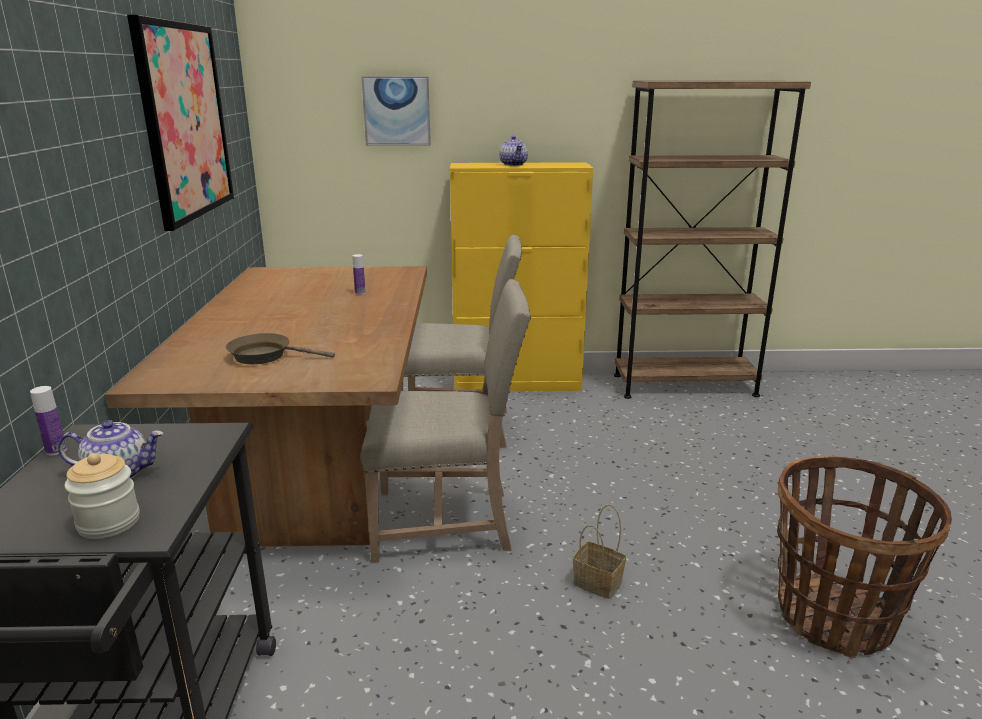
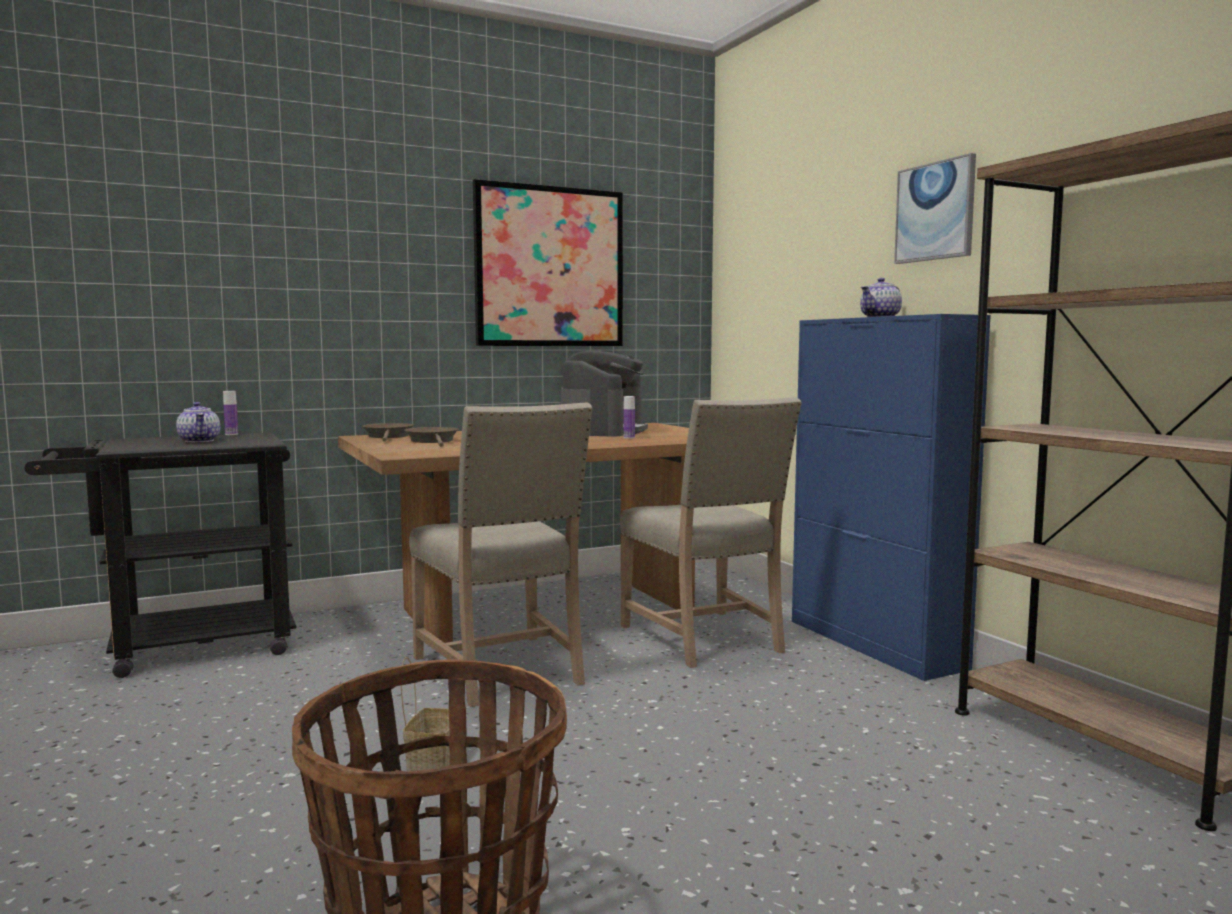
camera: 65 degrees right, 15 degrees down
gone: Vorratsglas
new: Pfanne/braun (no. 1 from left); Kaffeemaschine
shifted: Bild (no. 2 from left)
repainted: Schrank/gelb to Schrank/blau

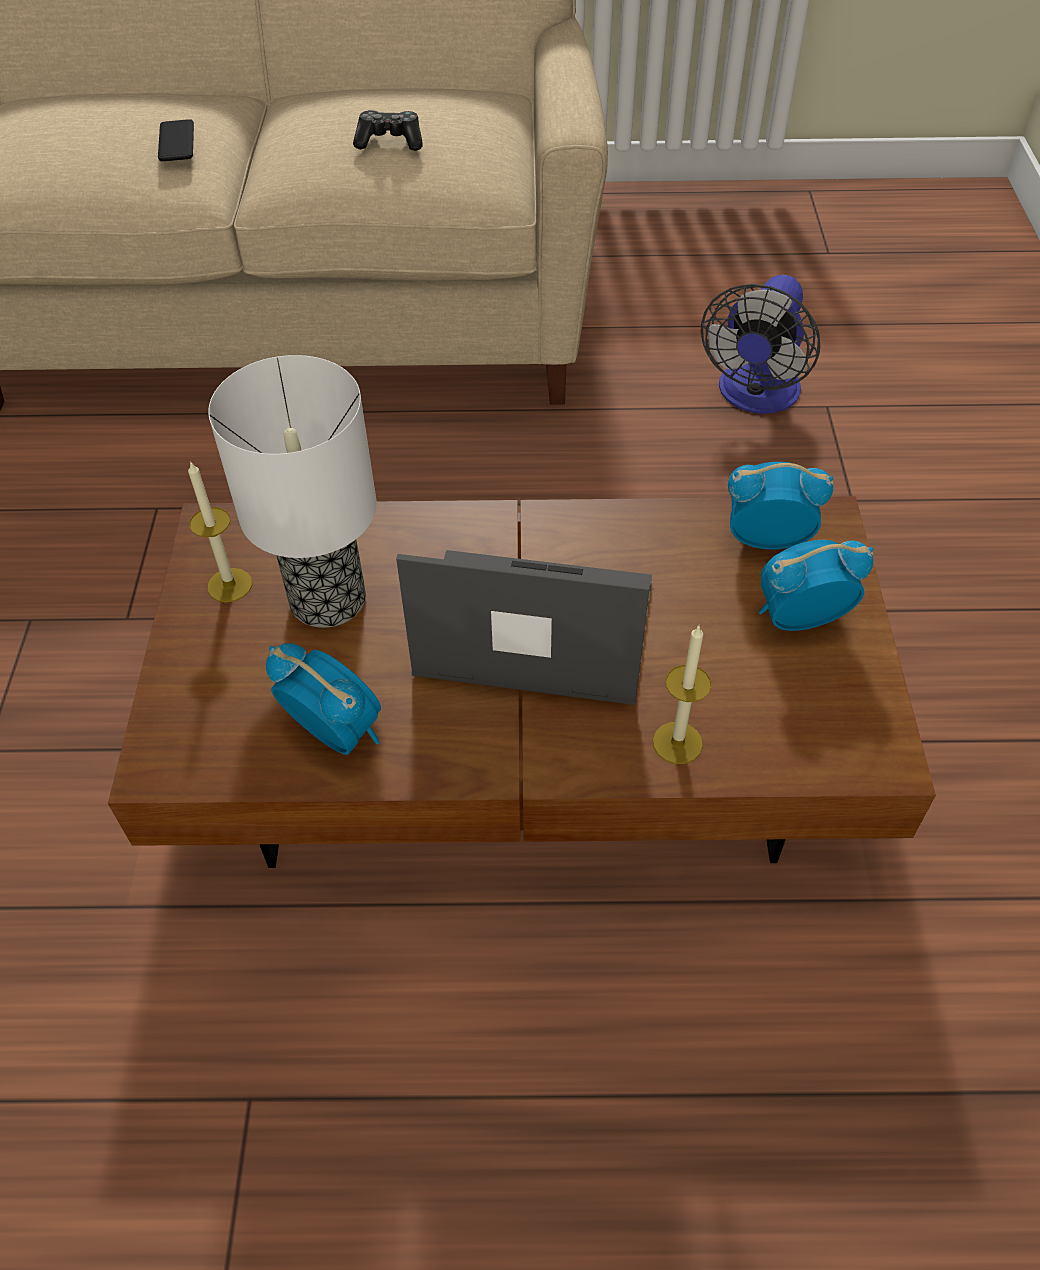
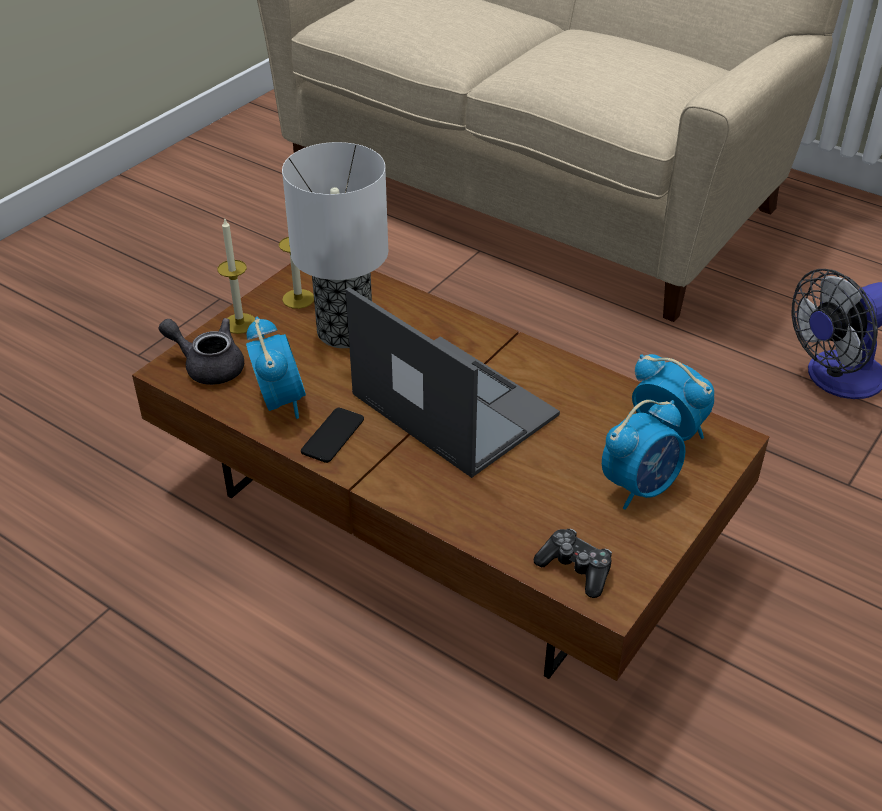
camera: 35 degrees right, 10 degrees down
new: Teekanne/grau
shifted: Kerze (no. 2 from left in the first image) to Kerze (no. 1 from left); Handy; Gamepad
rotated: Wecker (no. 3 from left in the first image) 120 degrees clockwise

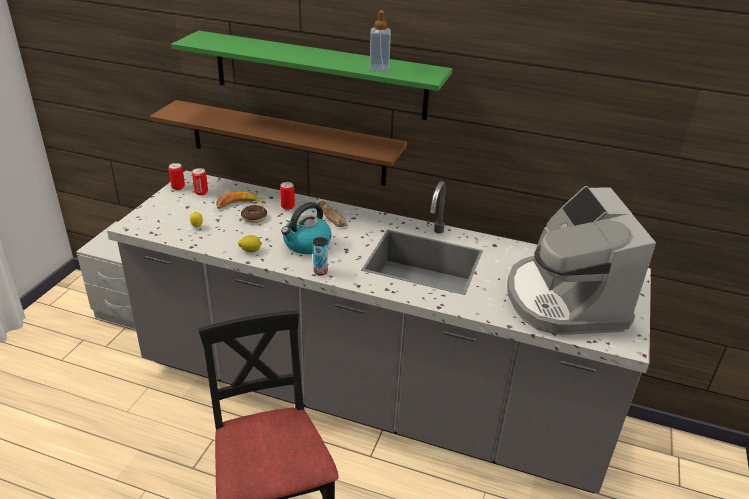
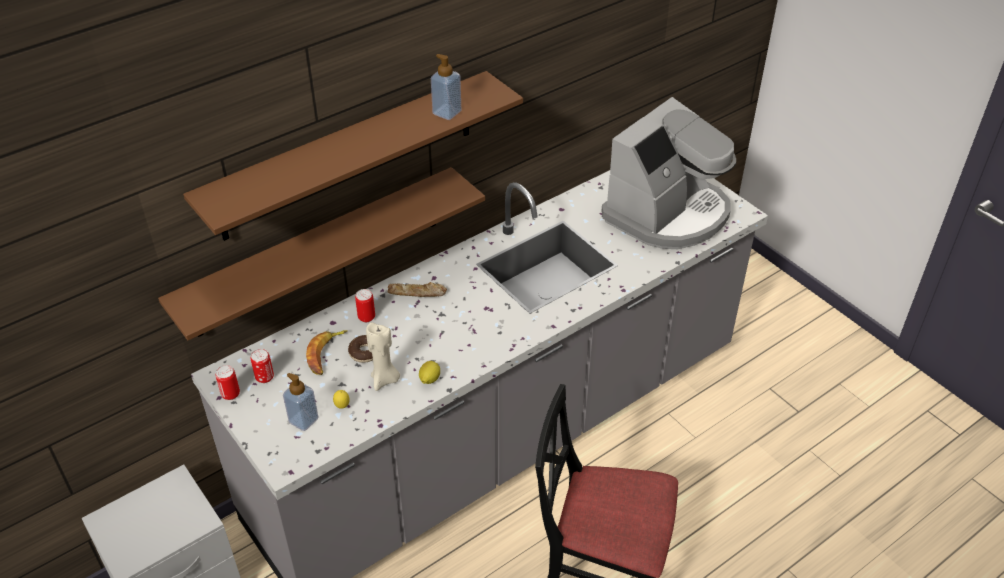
camera: 55 degrees left, 10 degrees up
gone: Wasserkessel; Dose (no. 4 from left)
new: Seifenspender (no. 1 from left); Kerze/beige
repainted: Wandregal/grün to Wandregal/braun (no. 2 from left)
rotated: Kaffeemaschine 75 degrees counterclockwise

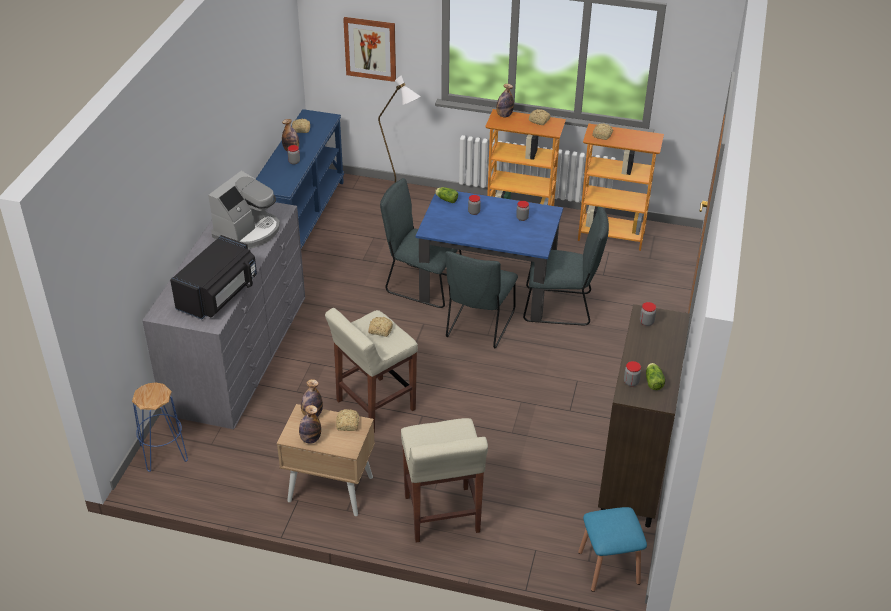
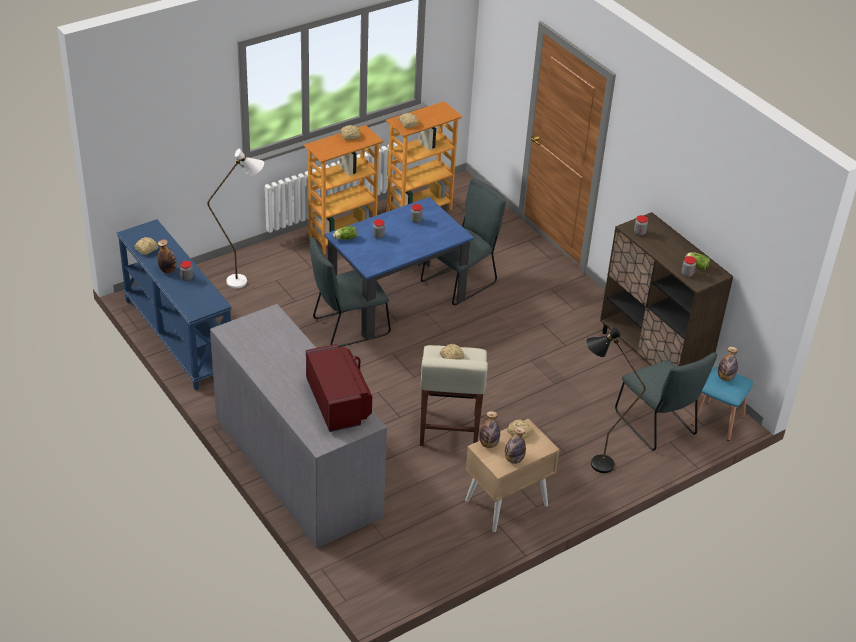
camera: 50 degrees left, 0 degrees up
gone: Hocker/blau (no. 1 from left); Kaffeemaschine; Bild
shifted: Stuhl/grau (no. 2 from left in the first image) to Stuhl/grau (no. 3 from left); Flasche (no. 4 from left)
swapped: Hocker/beige (no. 2 from left) to Stehlampe/schwarz
repainted: Mikrowelle/schwarz to Mikrowelle/rot

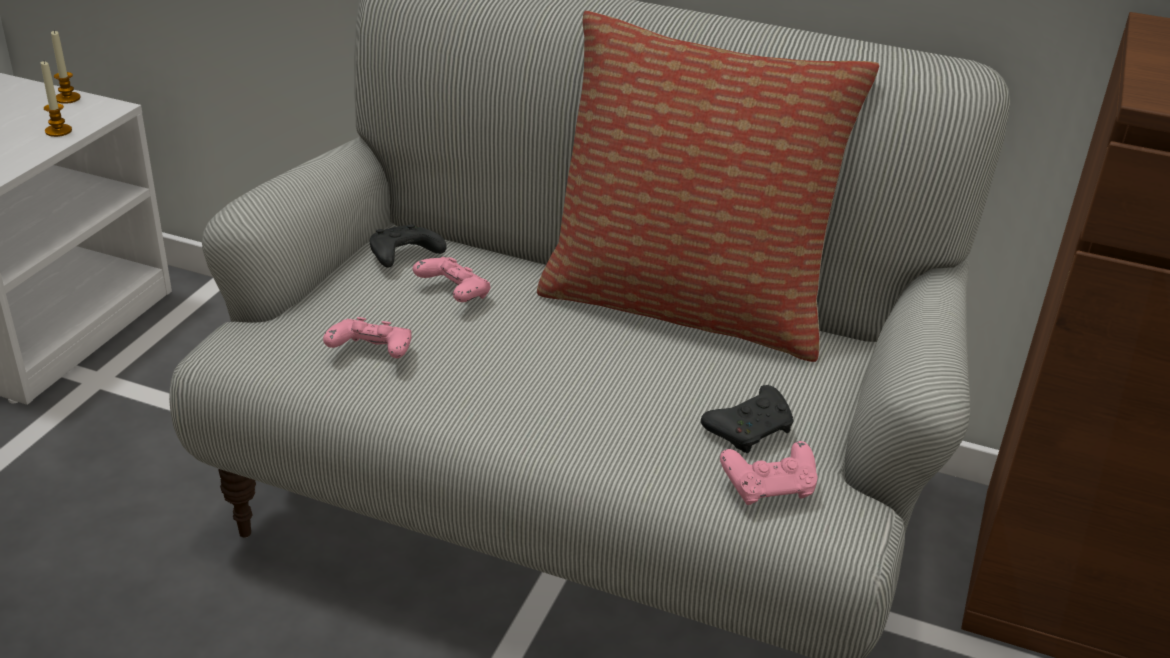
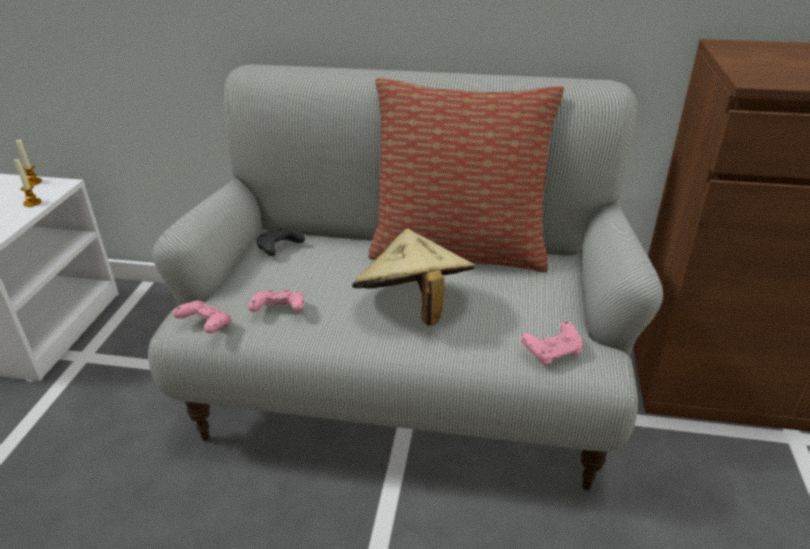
camera: 10 degrees left, 0 degrees up
gone: Gamepad/schwarz (no. 2 from left)
new: Hut/beige
shifted: Gamepad/rosa (no. 2 from left in the first image) to Gamepad/rosa (no. 1 from left)

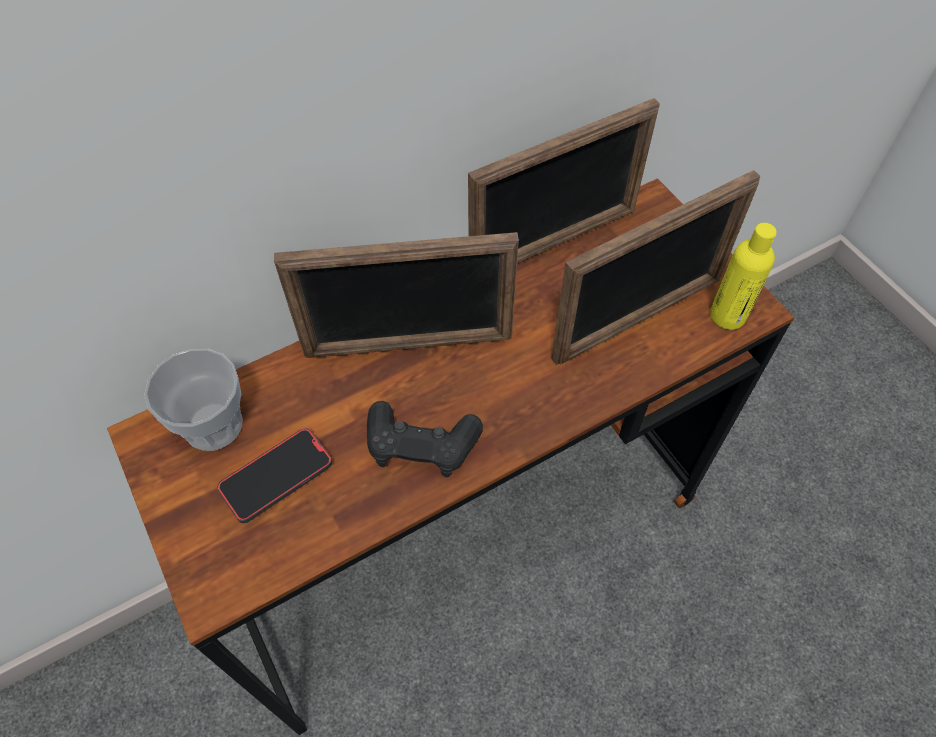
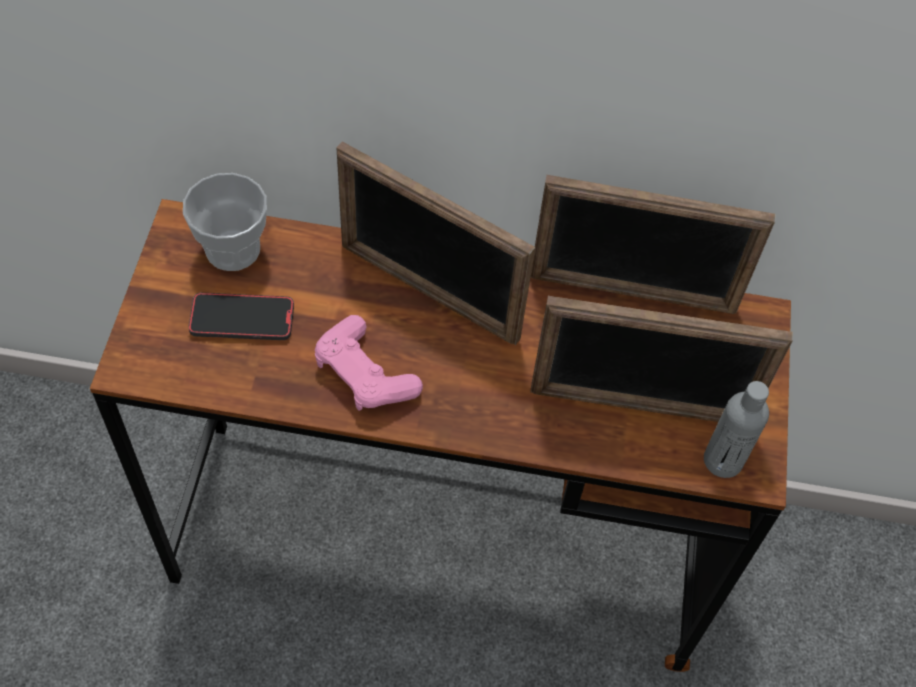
camera: 35 degrees right, 0 degrees up
repainted: Gamepad/schwarz to Gamepad/rosa; Flasche/gelb to Flasche/grau

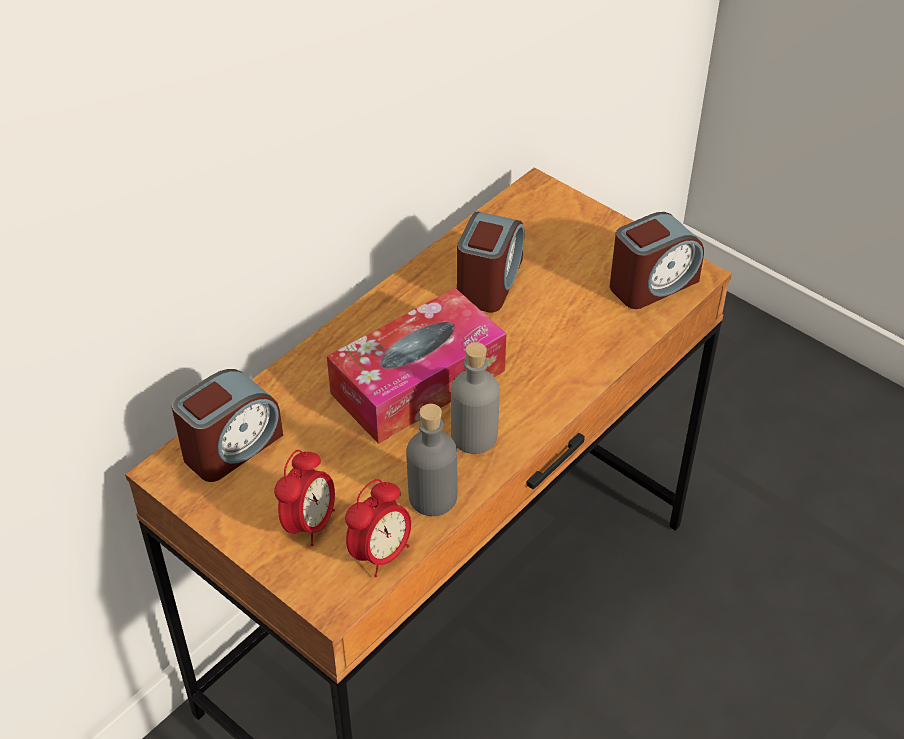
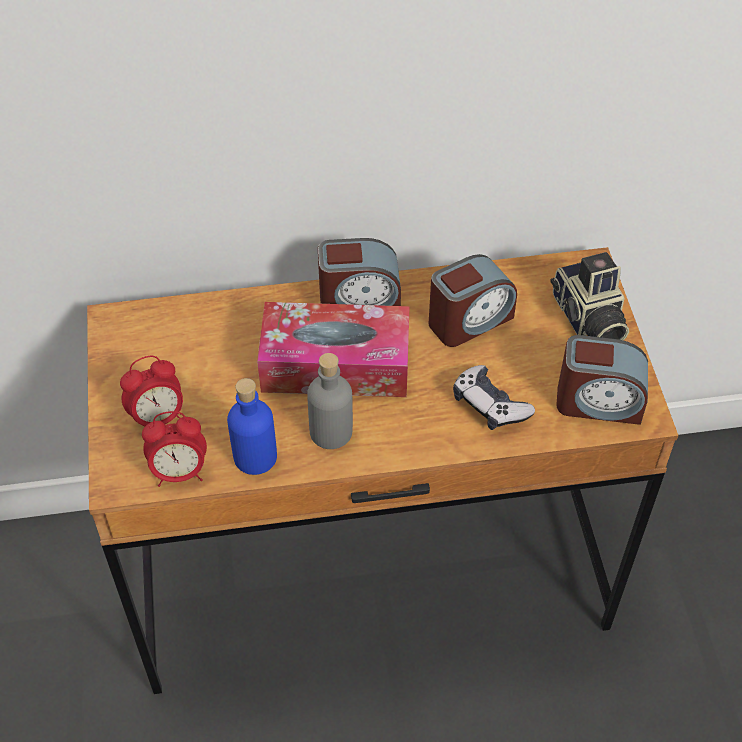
camera: 40 degrees right, 5 degrees up
new: Gamepad; Kamera
shifted: Wecker (no. 1 from left in the first image) to Wecker (no. 3 from left)
repainted: Flasche/grau (no. 1 from left) to Flasche/blau

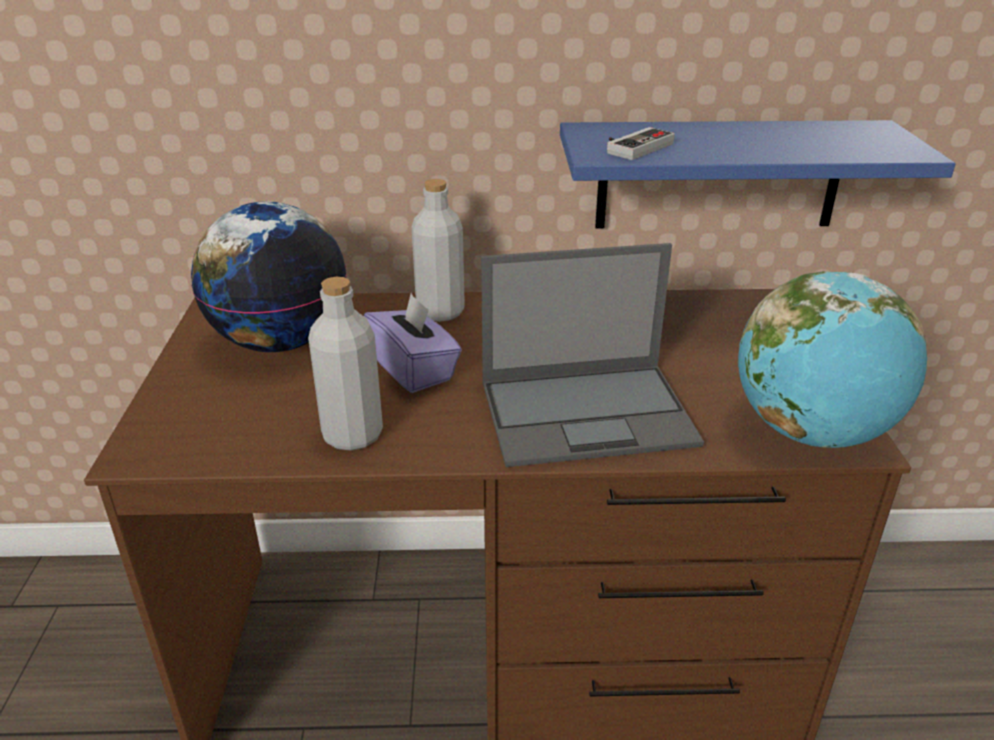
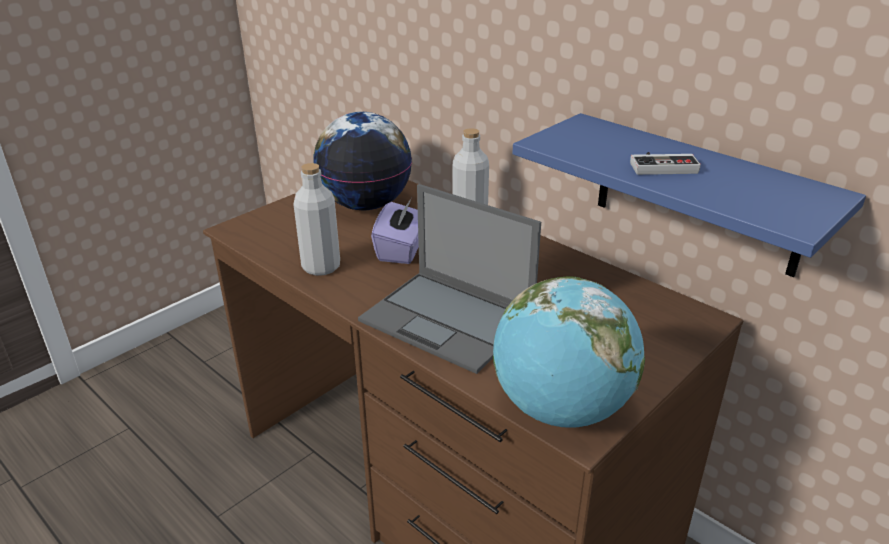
camera: 45 degrees right, 0 degrees up
shifted: Gamepad

